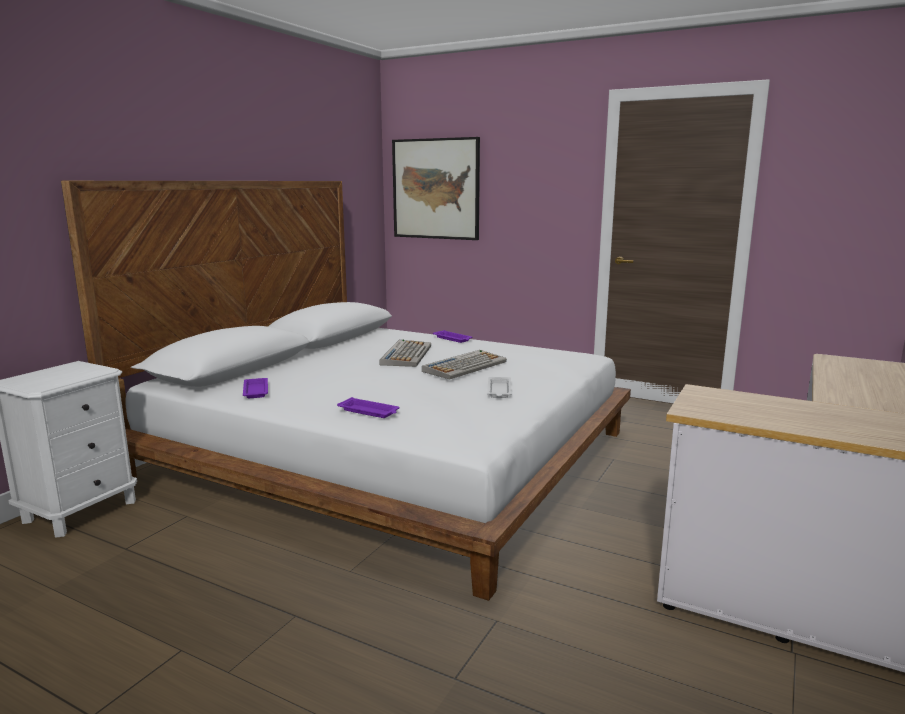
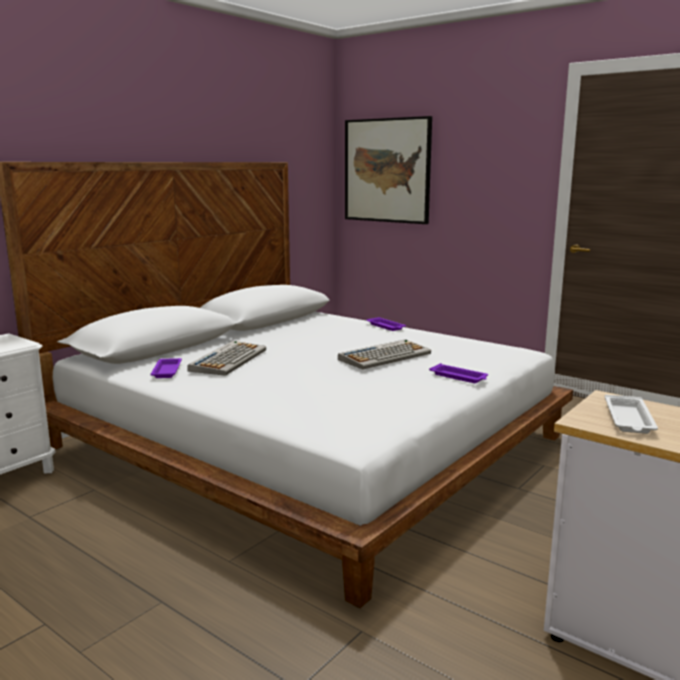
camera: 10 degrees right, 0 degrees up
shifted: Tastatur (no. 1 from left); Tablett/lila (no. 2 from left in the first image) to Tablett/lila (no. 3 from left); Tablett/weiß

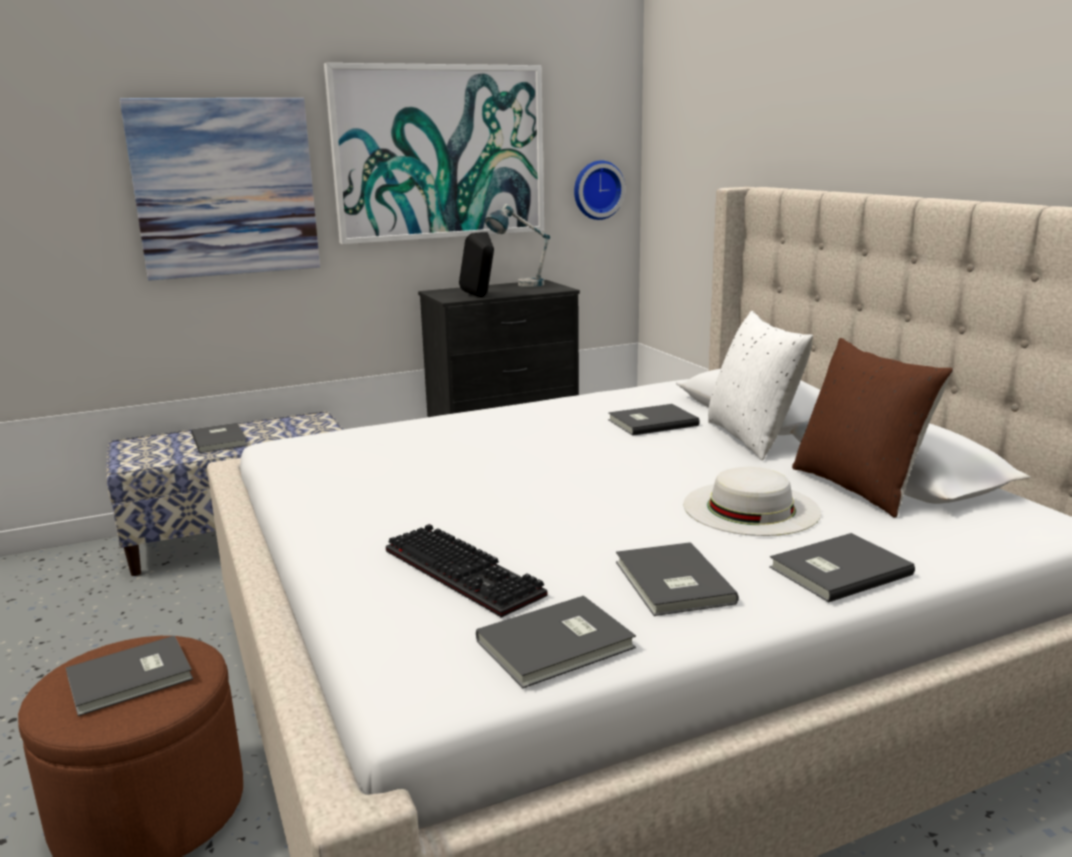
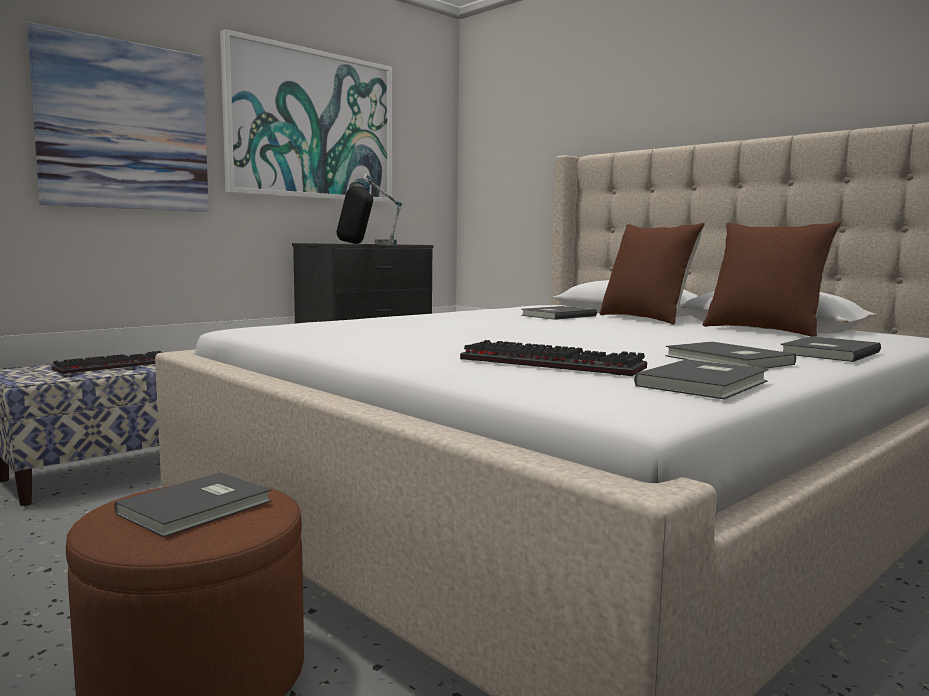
camera: 20 degrees left, 10 degrees down
gone: Wanduhr; Hut/weiß
swapped: Buch/grau (no. 2 from left) to Tastatur (no. 1 from left)
repainted: Kissen/weiß to Kissen/braun (no. 1 from left)

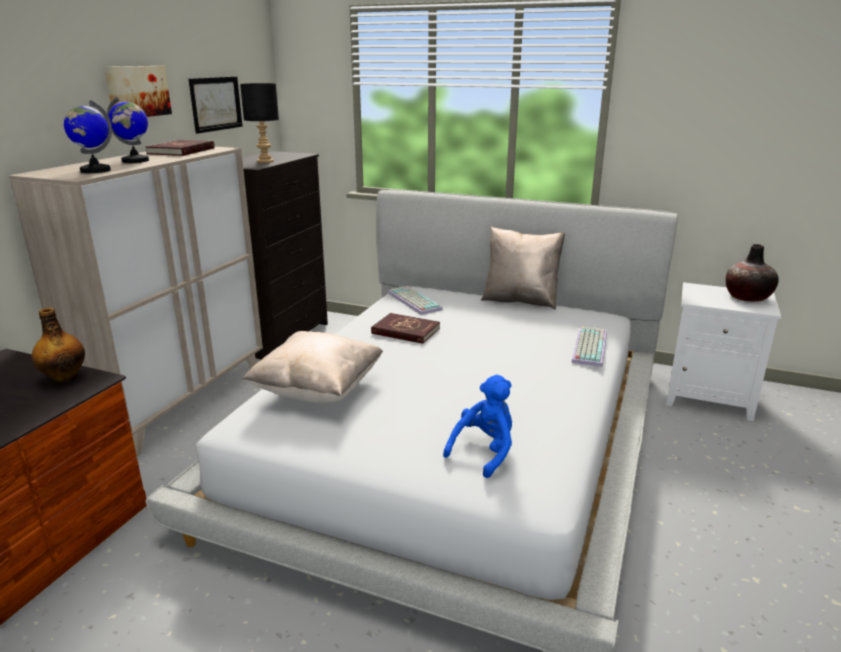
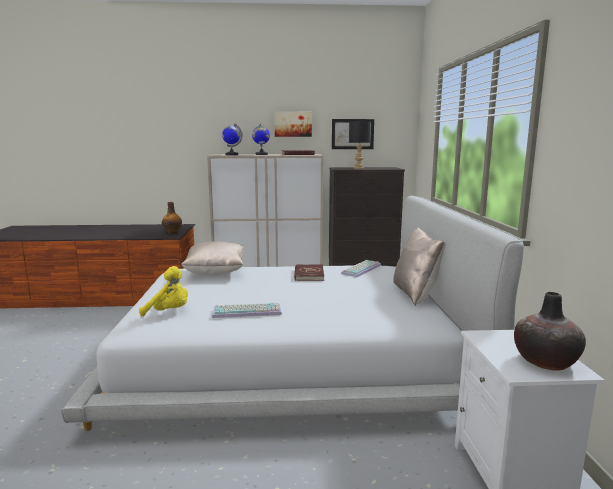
camera: 65 degrees right, 10 degrees down
shifted: Tastatur (no. 2 from left in the first image) to Tastatur (no. 1 from left)
repainted: Plüschtier/blau to Plüschtier/gelb

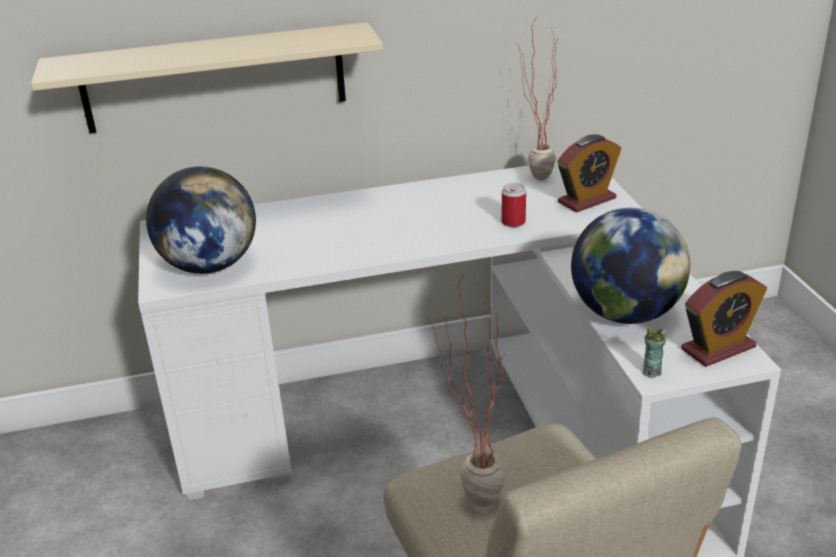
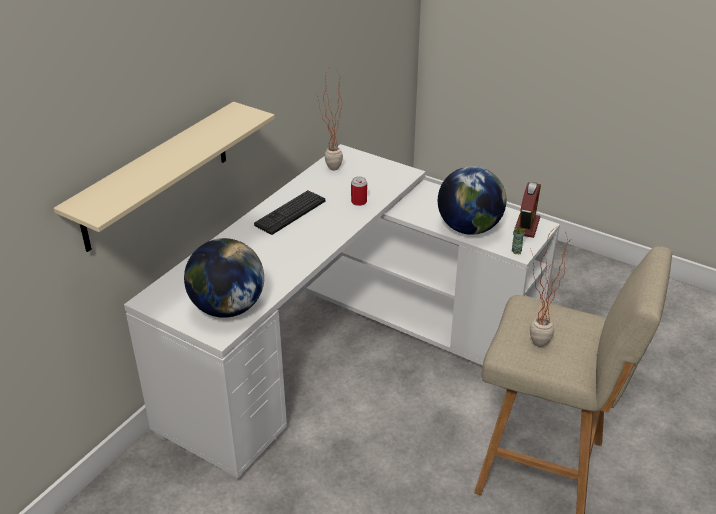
camera: 45 degrees left, 5 degrees up
gone: Wecker (no. 1 from left)
new: Tastatur

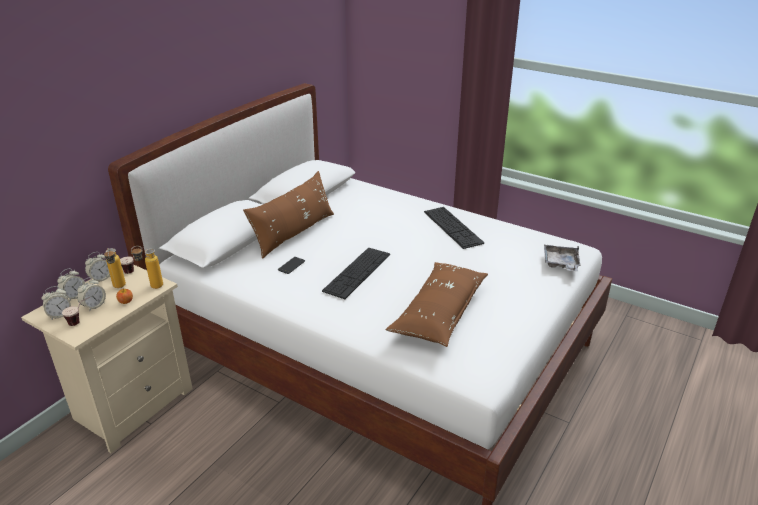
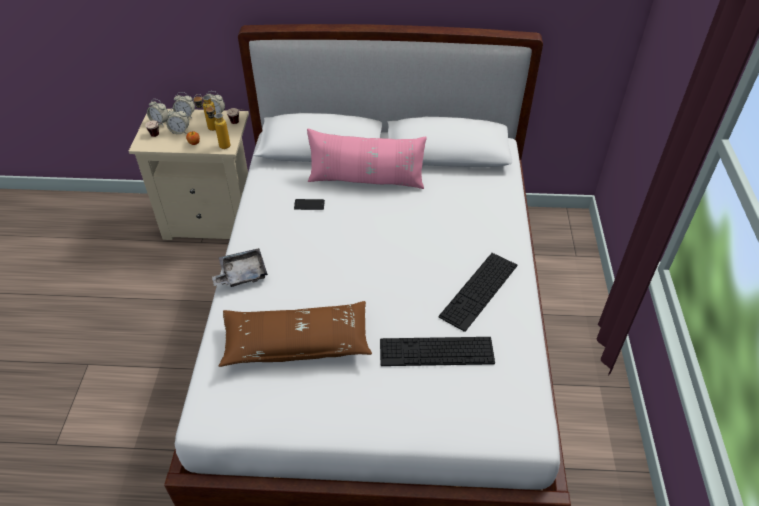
camera: 60 degrees right, 15 degrees up
shifted: Tablett/grau; Tastatur (no. 1 from left)
repainted: Kissen/braun (no. 1 from left) to Kissen/rosa

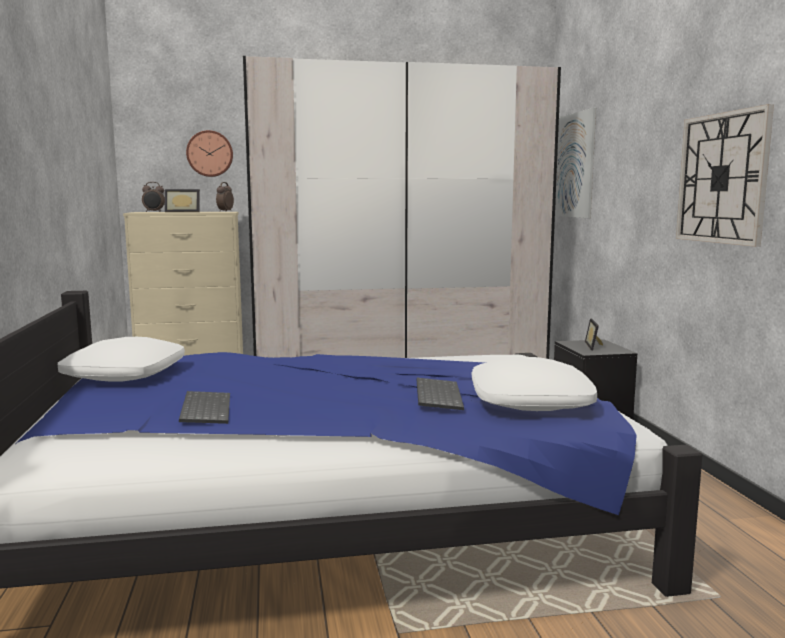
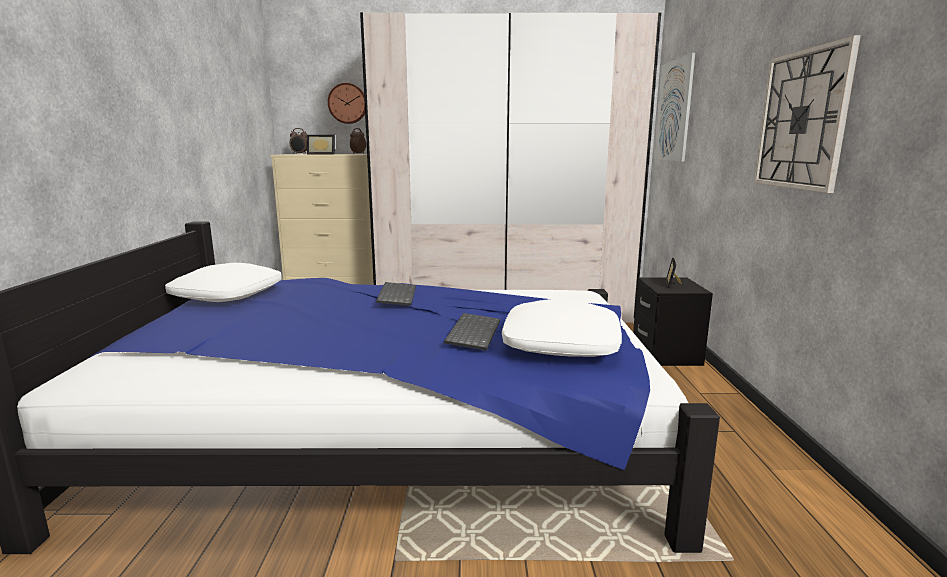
camera: 10 degrees right, 5 degrees up
shifted: Tastatur (no. 1 from left)

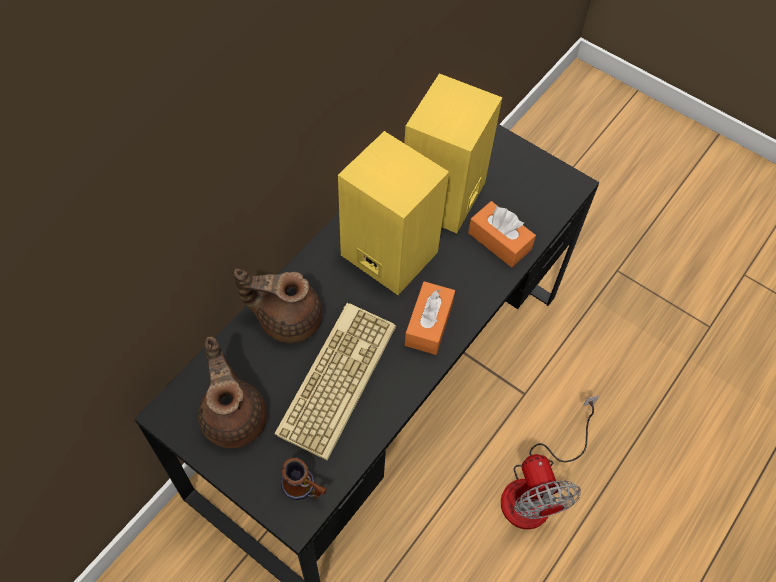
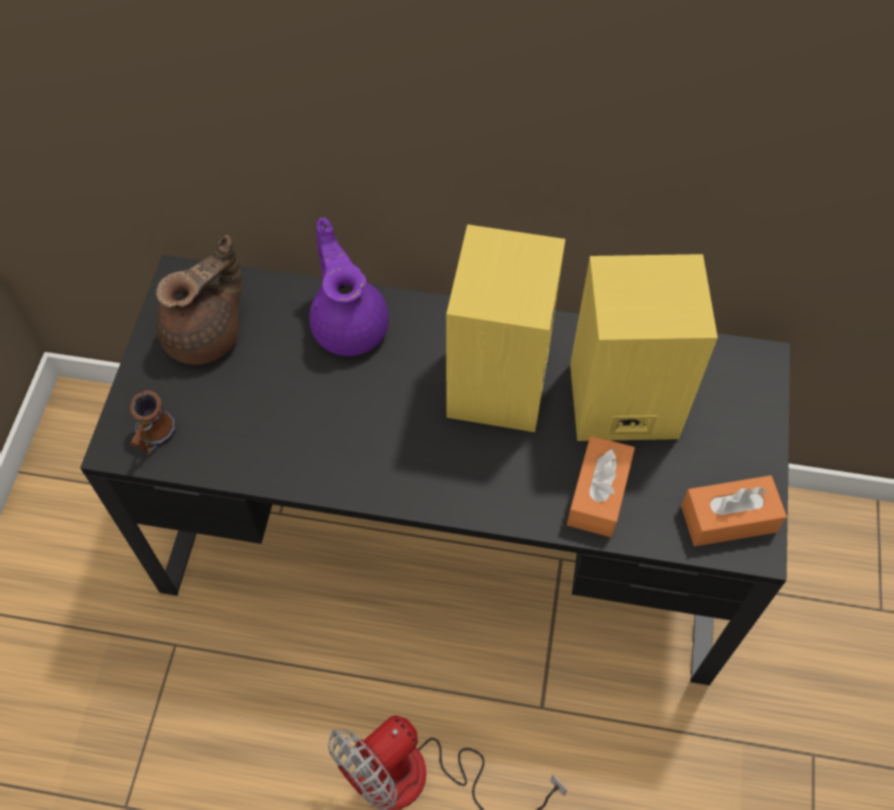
camera: 65 degrees right, 0 degrees up
gone: Tastatur
shifted: Taschentuchbox/orange (no. 1 from left in the first image) to Taschentuchbox/orange (no. 2 from left)
repainted: Teekanne/braun (no. 2 from left) to Teekanne/lila

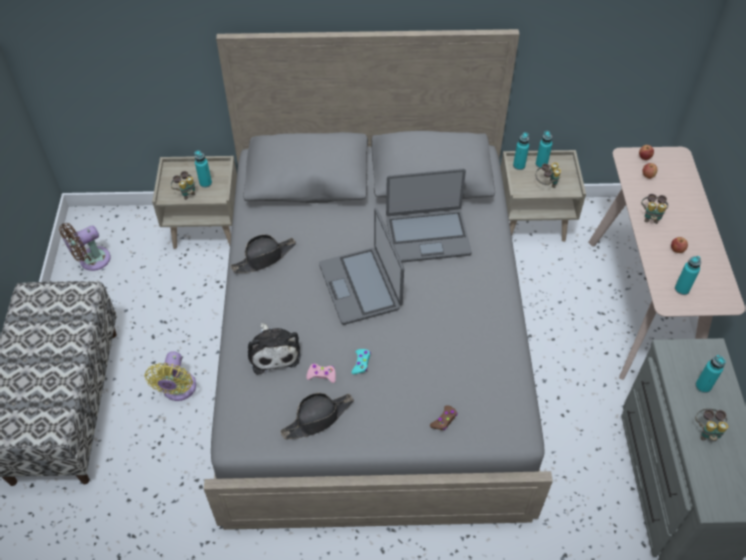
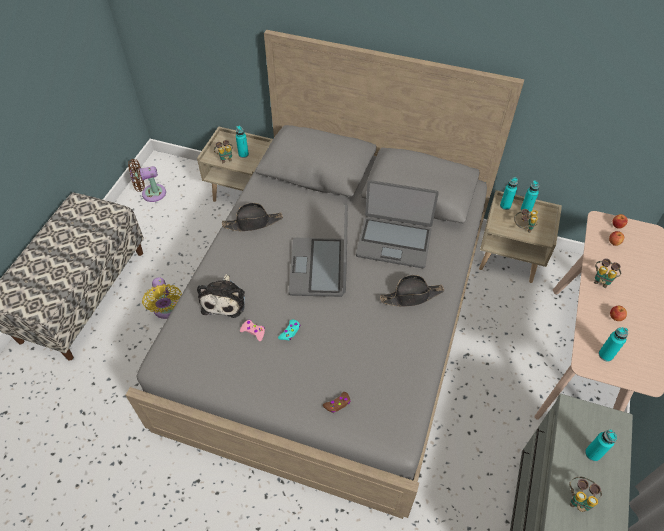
camera: 20 degrees right, 0 degrees up
shifted: Hut/schwarz (no. 2 from left)
rotated: Ventilator/gelb 45 degrees counterclockwise

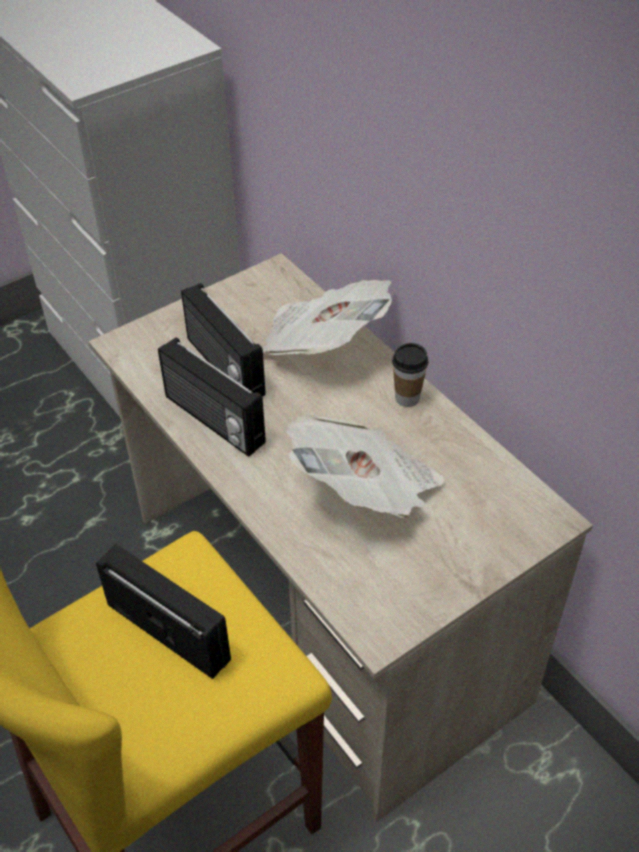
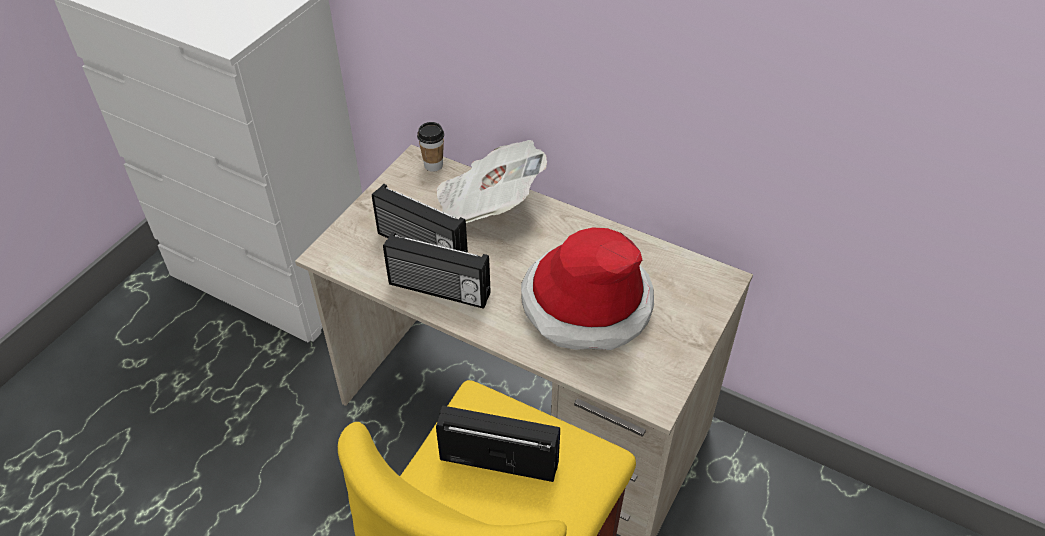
camera: 25 degrees left, 0 degrees up
shifted: Tasse
swapped: Zeitung (no. 2 from left) to Hut

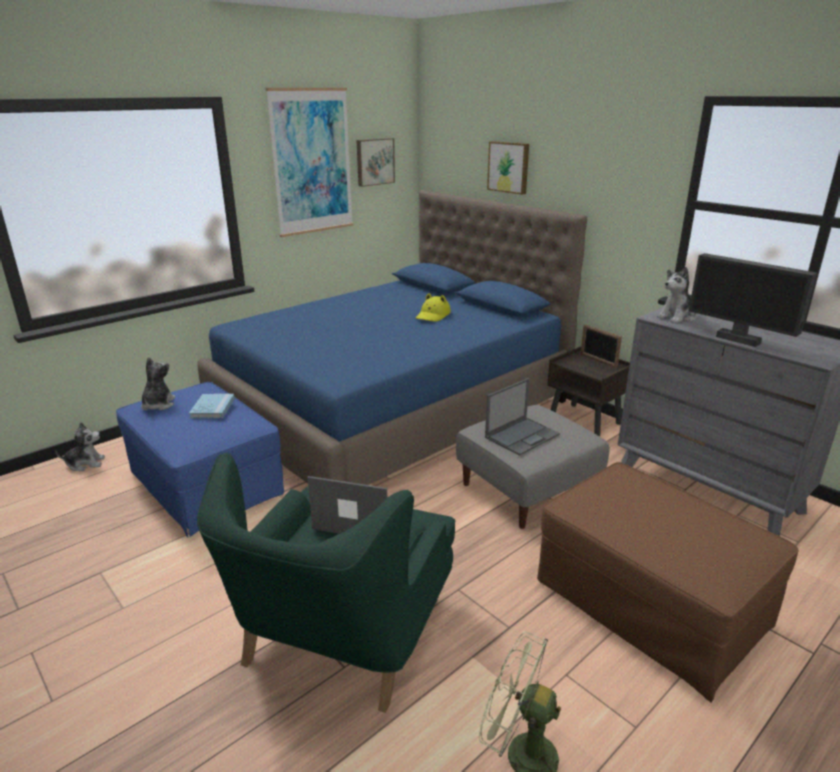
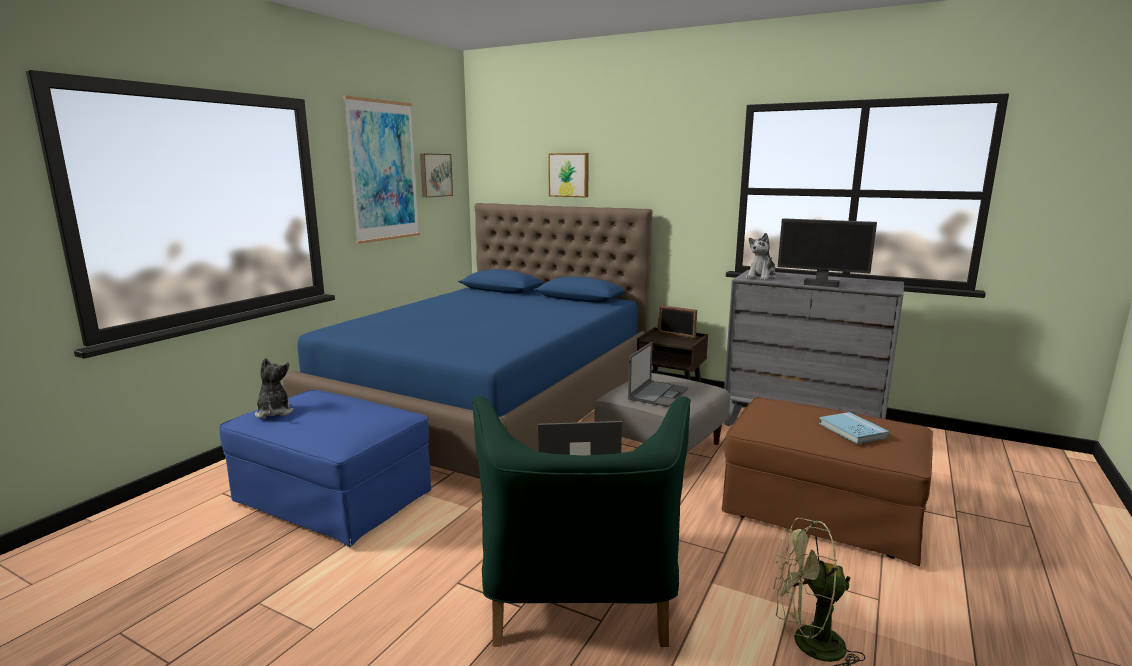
camera: 20 degrees left, 10 degrees down
gone: Plüschtier (no. 1 from left); Hut/gelb
shifted: Buch/blau

